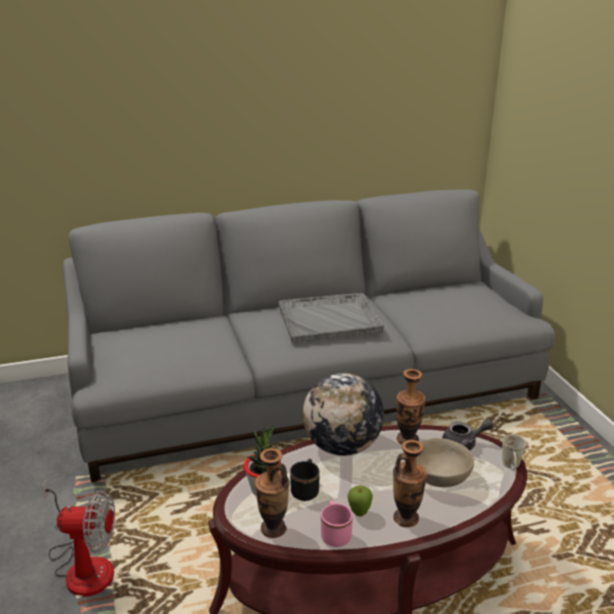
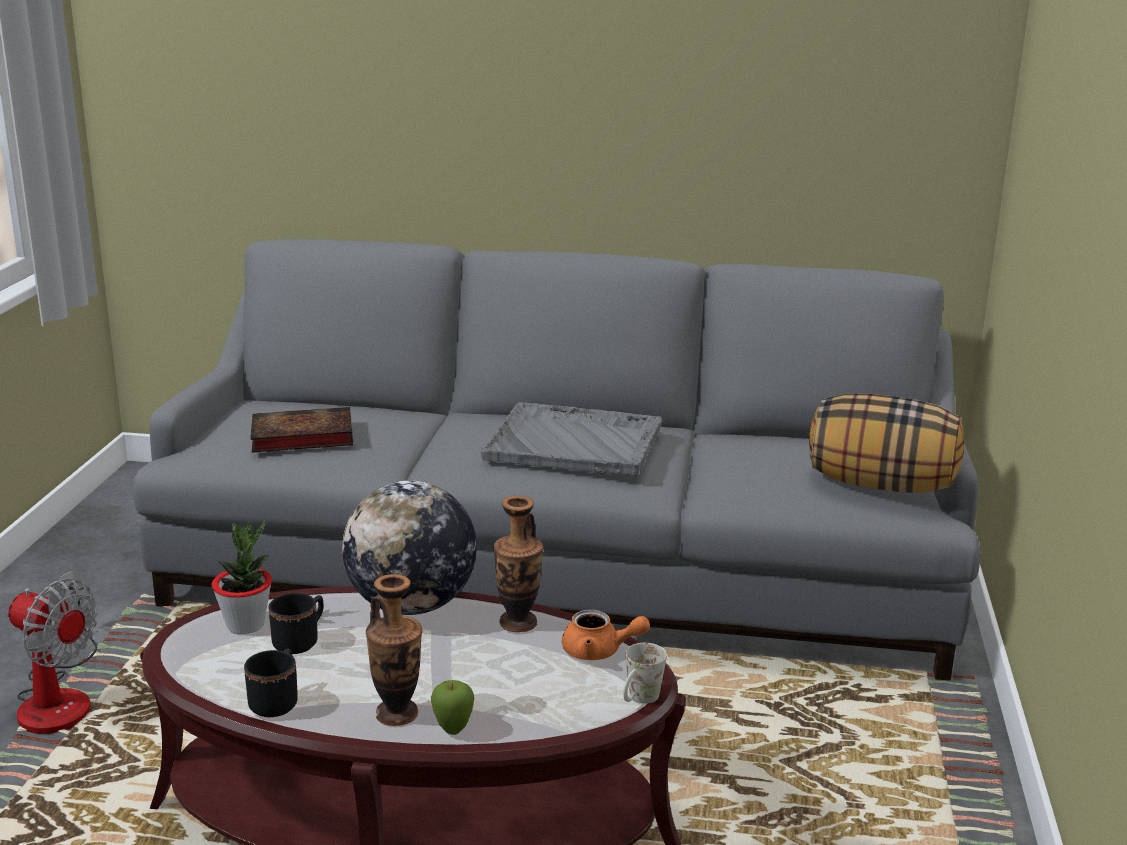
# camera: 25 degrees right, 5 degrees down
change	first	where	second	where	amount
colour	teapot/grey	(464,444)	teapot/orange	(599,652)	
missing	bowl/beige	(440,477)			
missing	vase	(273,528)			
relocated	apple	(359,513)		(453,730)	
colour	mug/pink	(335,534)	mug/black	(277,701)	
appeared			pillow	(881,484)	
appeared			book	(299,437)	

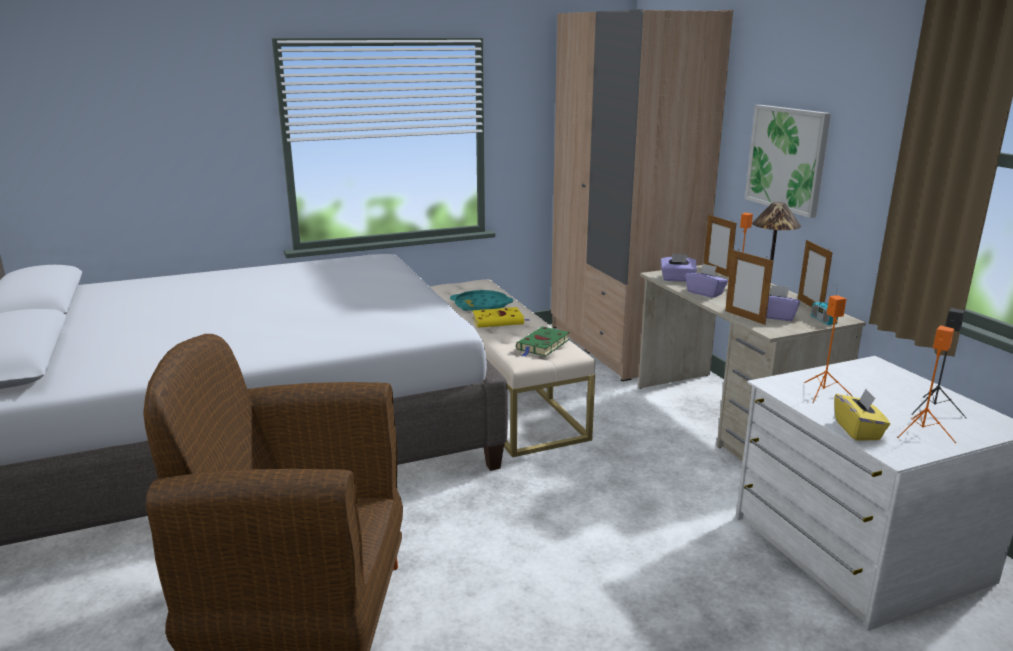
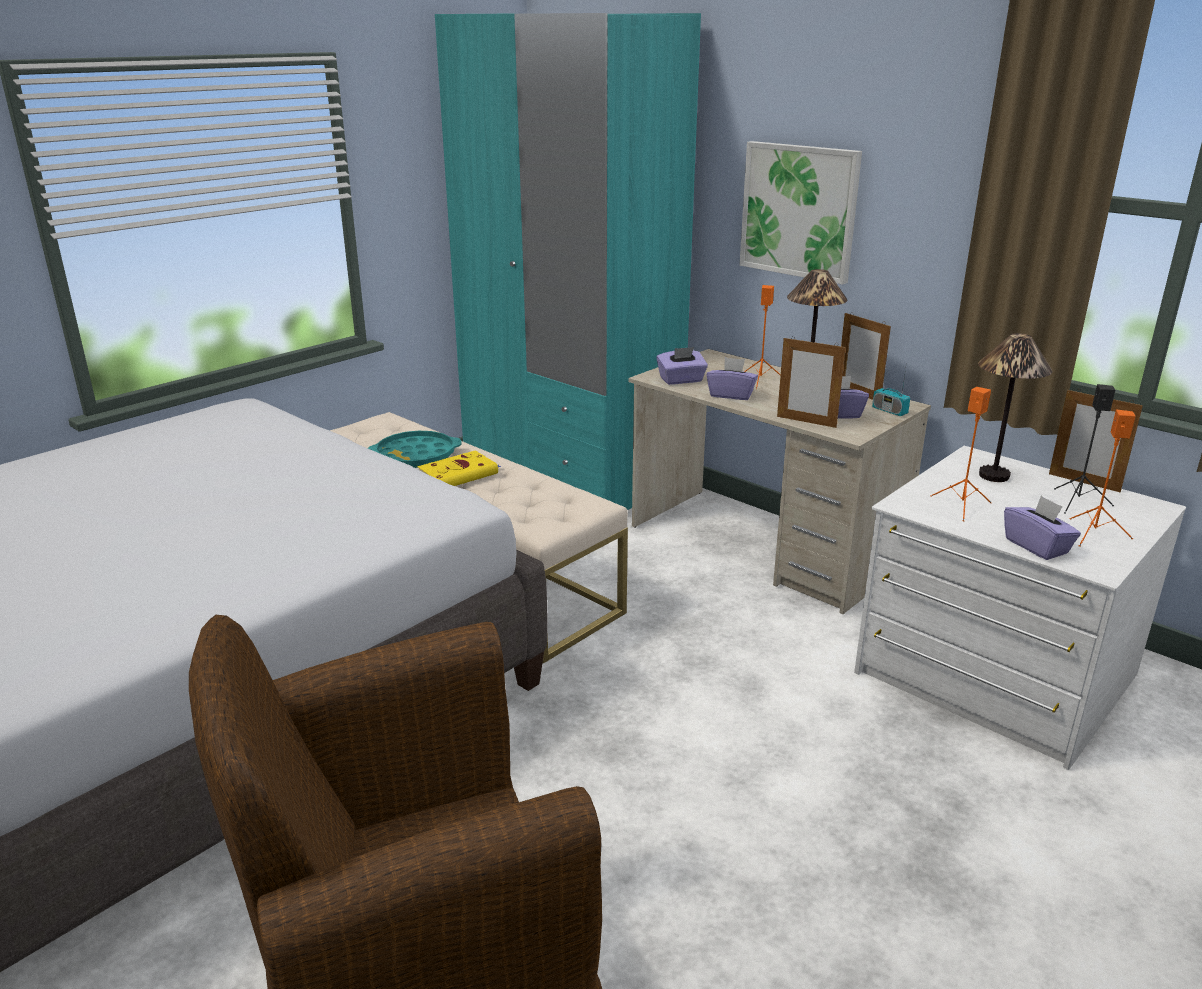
# camera: 25 degrees left, 5 degrees up
change	first	where	second	where	amount
colour	wardrobe/beige	(620,346)	wardrobe/turquoise	(571,473)	
relocated	picture frame	(716,272)		(1084,482)	
missing	book/green	(542,345)			
colour	tissue box/yellow	(858,430)	tissue box/purple	(1037,546)	
appeared			table lamp	(993,476)	

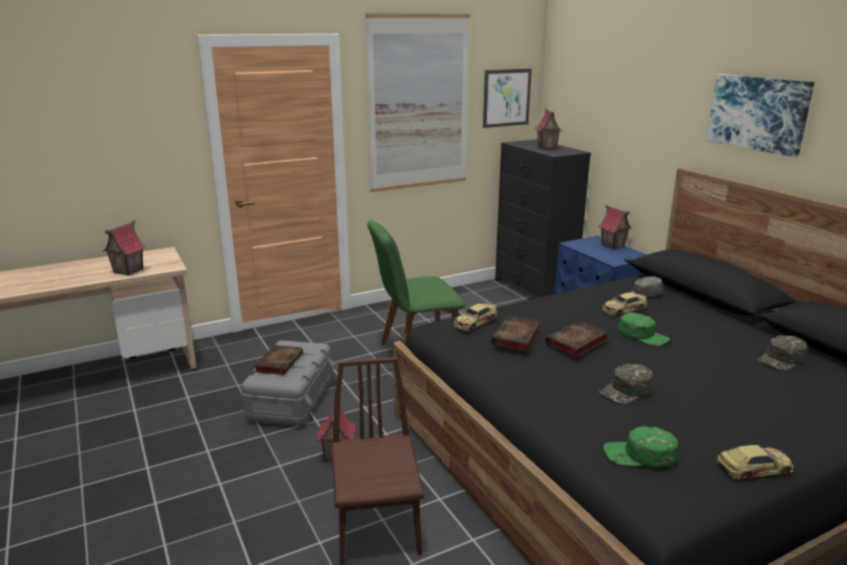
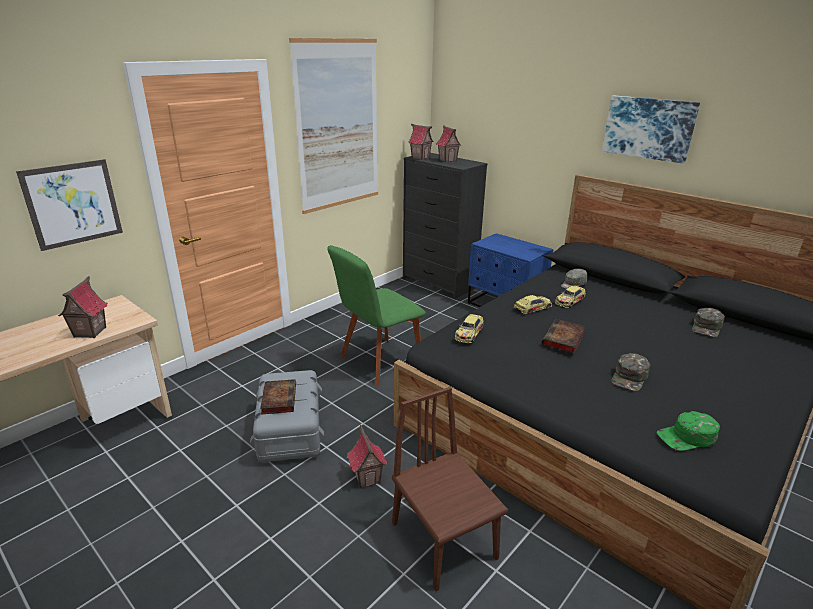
# camera: 20 degrees left, 5 degrees up
change	first	where	second	where	amount
relocated	picture	(506,98)		(73,204)	
relocated	toy house	(613,246)		(420,158)	
missing	cap/green	(643,335)			
missing	book	(516,337)			
relocated	toy car	(754,468)		(532,308)	

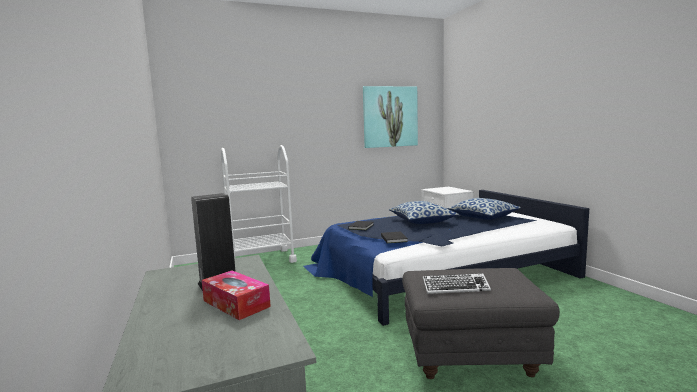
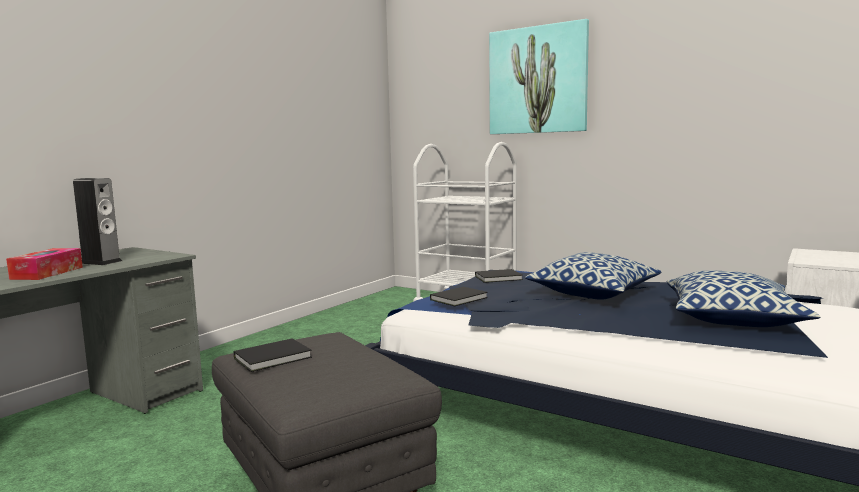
# camera: 55 degrees right, 0 degrees up
change	first	where	second	where	amount
relocated	picture	(390,117)		(538,80)	
exchanged	keyboard	(455,287)	book/black	(275,358)	

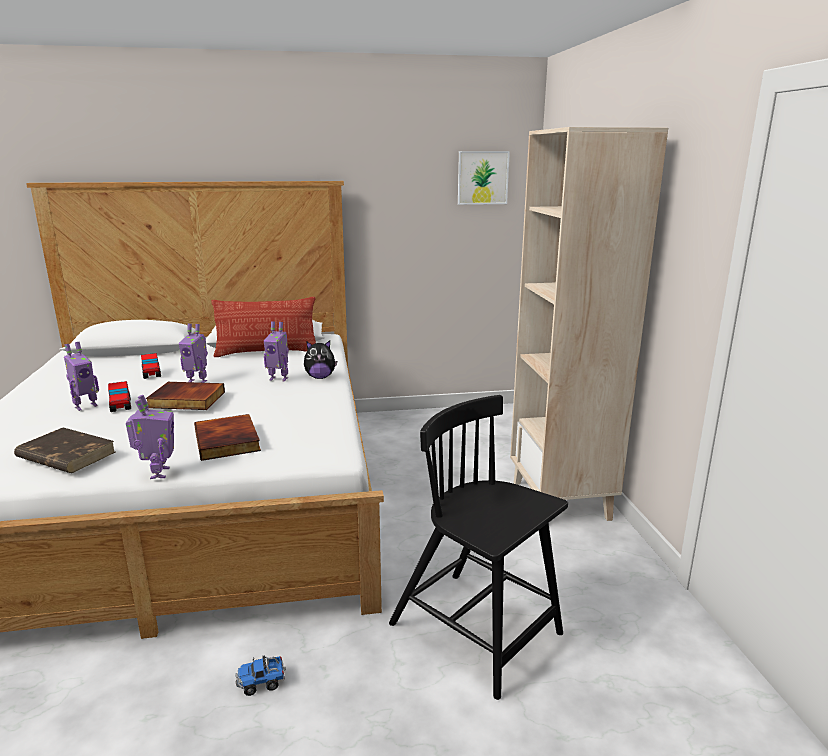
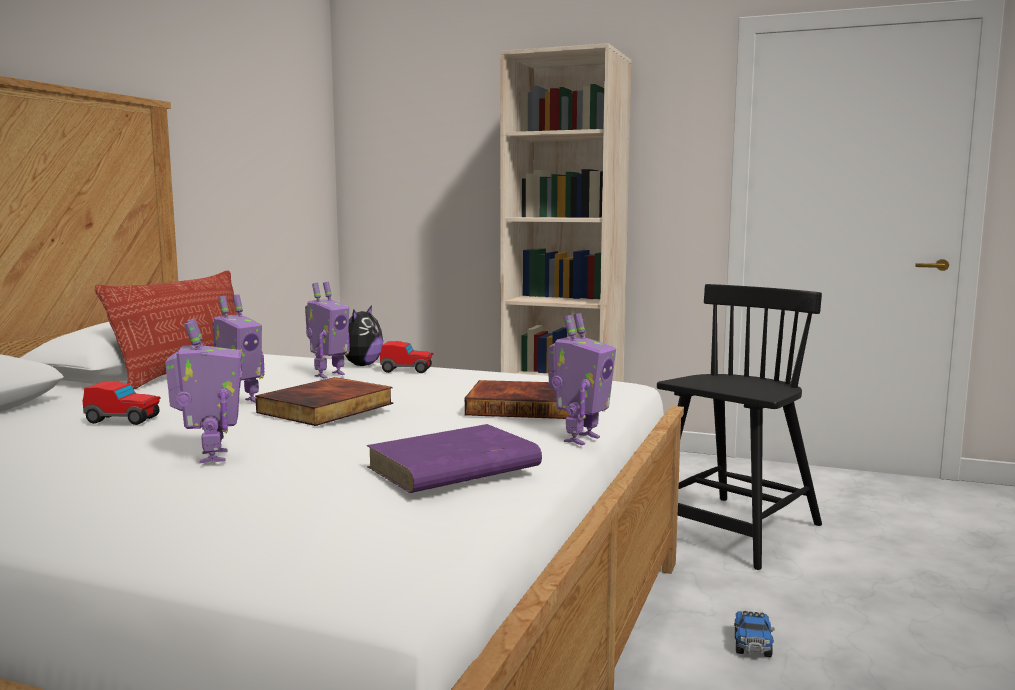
# camera: 60 degrees left, 10 degrees down
change	first	where	second	where	amount
missing	picture	(482,178)			
relocated	toy car	(120,406)		(407,370)	
spun	toy robot	(158,473)		(579,439)	105 degrees clockwise
spun	chair/black	(477,631)		(735,532)	150 degrees clockwise
colour	book/brown	(65,455)	book/purple	(452,467)	

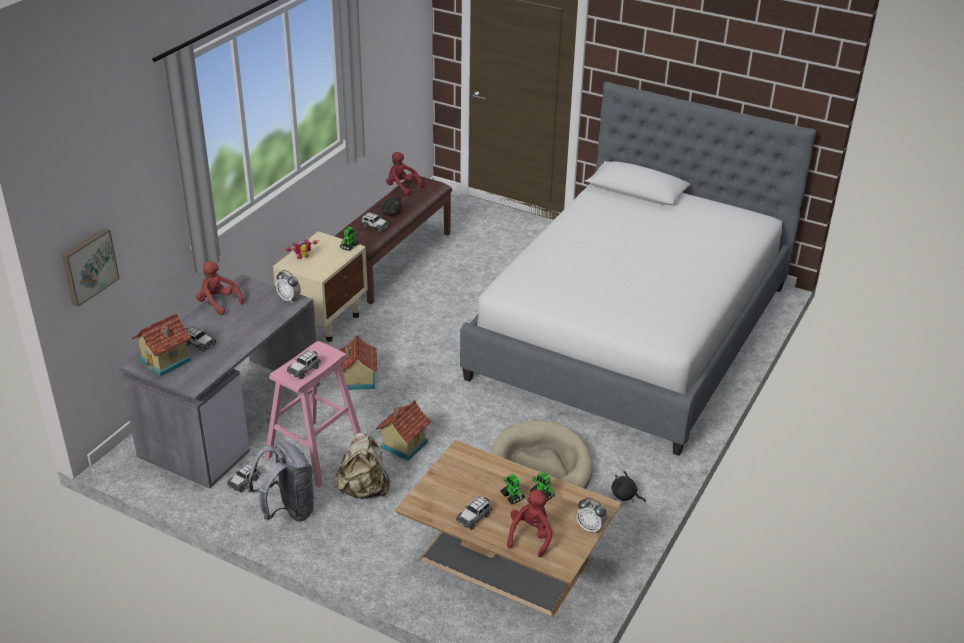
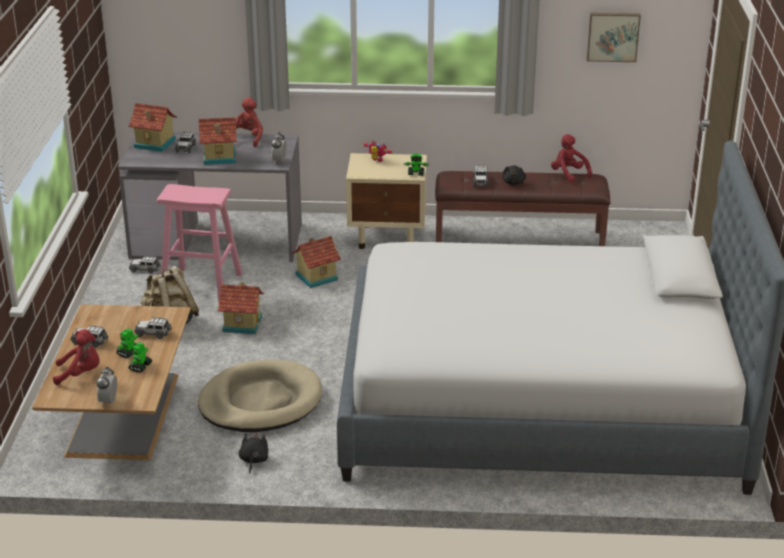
# camera: 65 degrees right, 5 degrees down
change	first	where	second	where	amount
spun	plush toy/red	(402,187)		(568,174)	45 degrees counterclockwise
relocated	picture	(88,266)		(613,36)	
relocated	toy car	(304,370)		(153,333)	
missing	backpack/grey	(287,511)			
appeared			toy house	(220,157)	

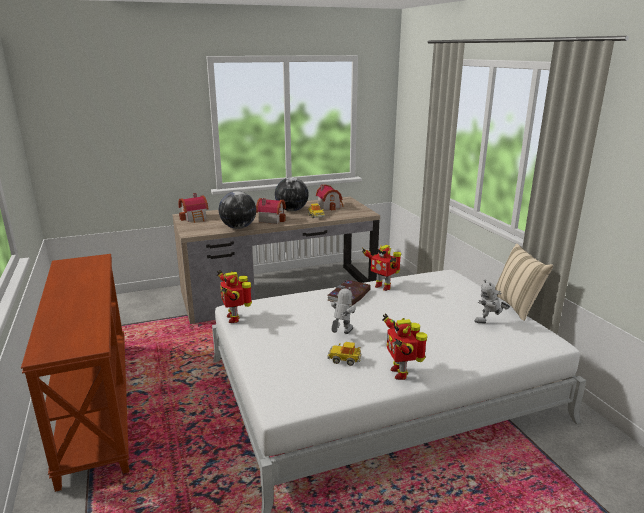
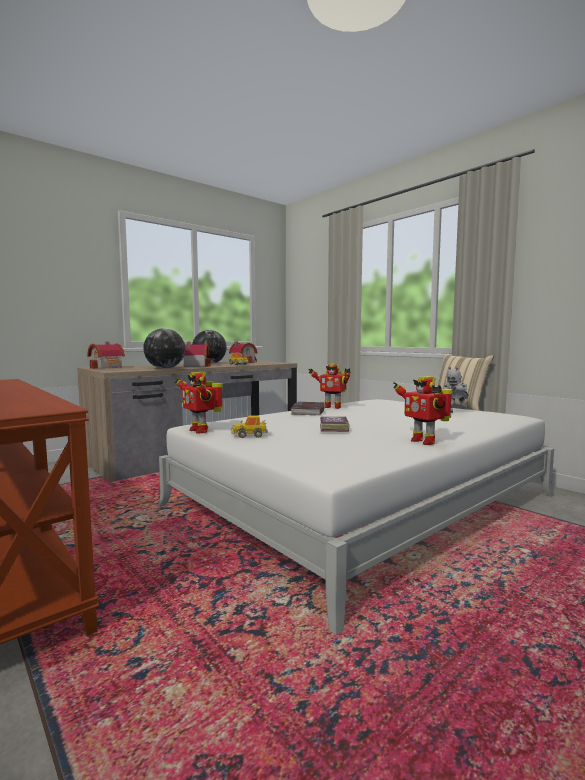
# camera: 20 degrees left, 15 degrees down
change	first	where	second	where	amount
exchanged	toy robot	(341,334)	book	(333,428)	
relocated	toy car	(344,359)		(249,435)	

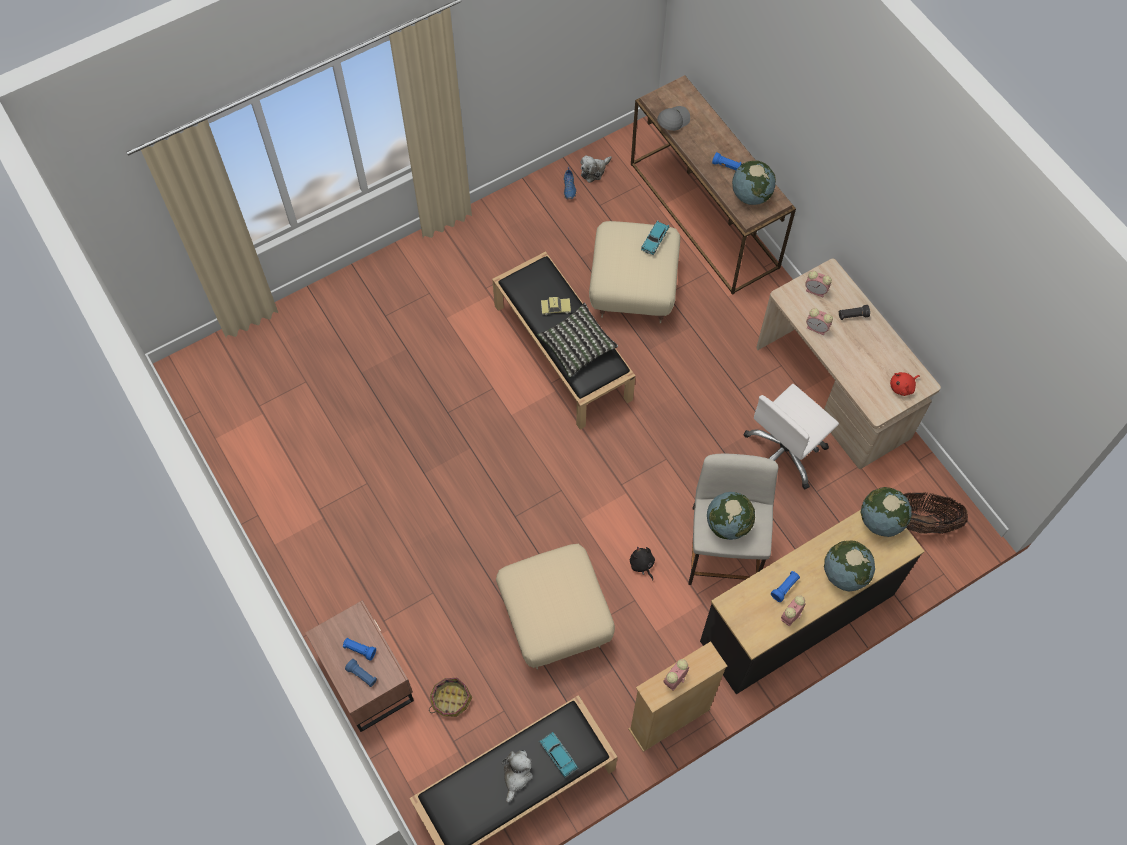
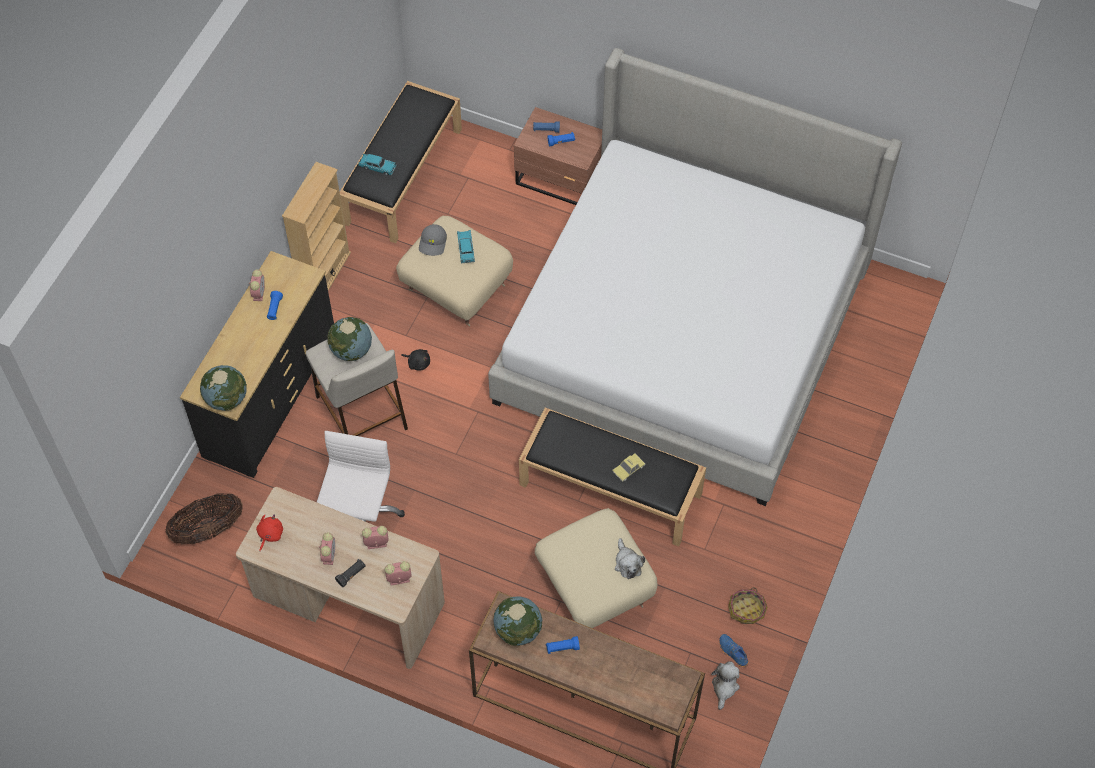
# camera: 145 degrees right, 5 degrees down
change	first	where	second	where	amount
relocated	cap/grey	(673,120)		(433,243)	
relocated	toy car/turquoise	(655,240)		(466,249)	
missing	pillow	(577,346)			
missing	globe	(844,574)			
relocated	alarm clock	(675,680)		(329,555)	
relocated	basket	(450,699)		(747,609)	
relocated	plush toy	(517,775)		(627,563)	
appeared			bed	(684,331)	

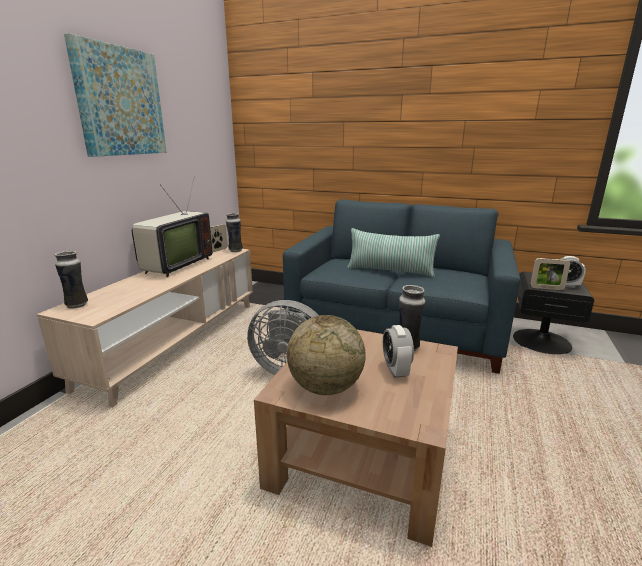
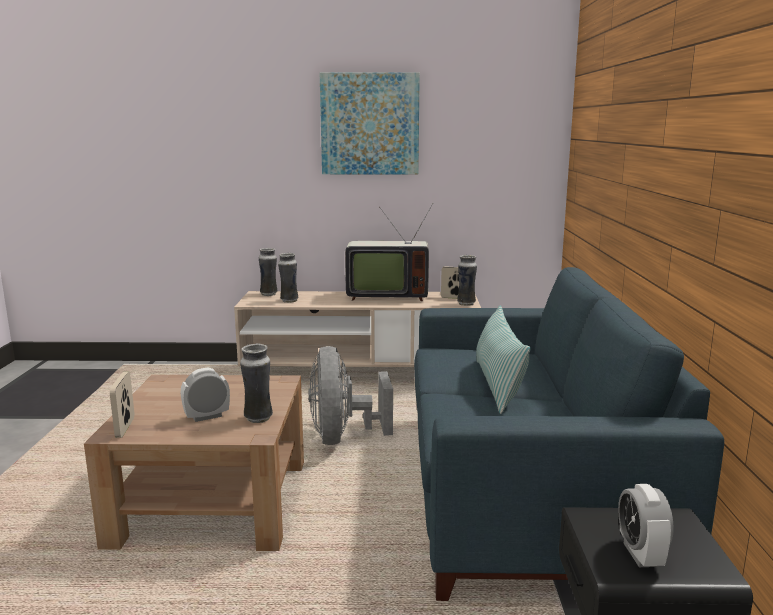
# camera: 70 degrees right, 5 degrees down
change	first	where	second	where	amount
relocated	picture frame	(546,288)		(125,427)	
missing	globe	(325,387)			
appeared			vase	(289,301)	

